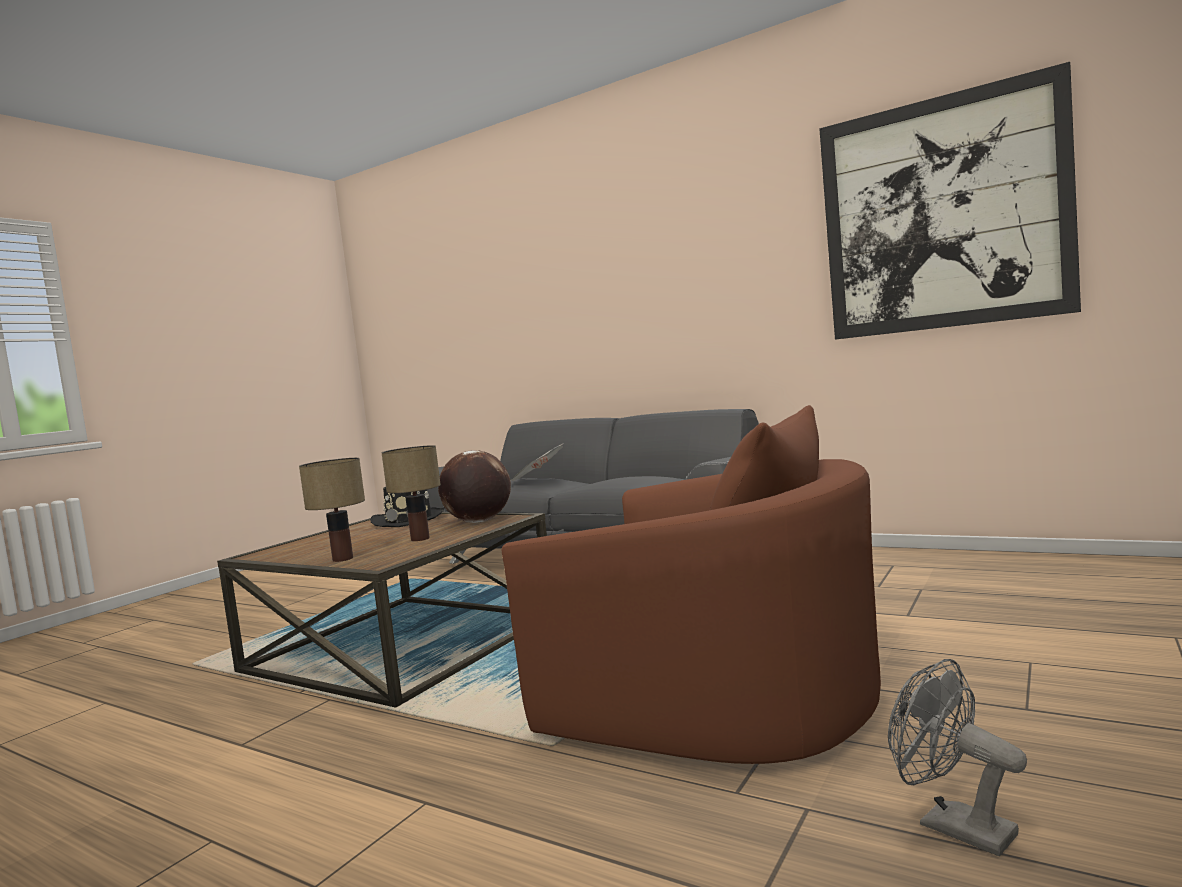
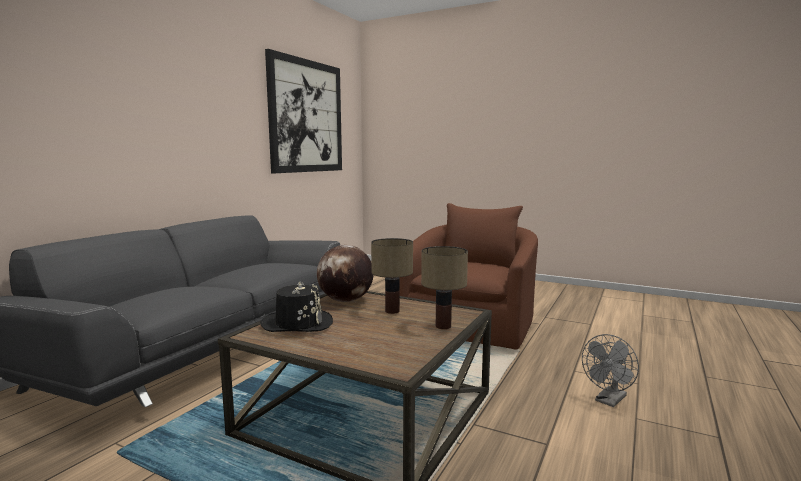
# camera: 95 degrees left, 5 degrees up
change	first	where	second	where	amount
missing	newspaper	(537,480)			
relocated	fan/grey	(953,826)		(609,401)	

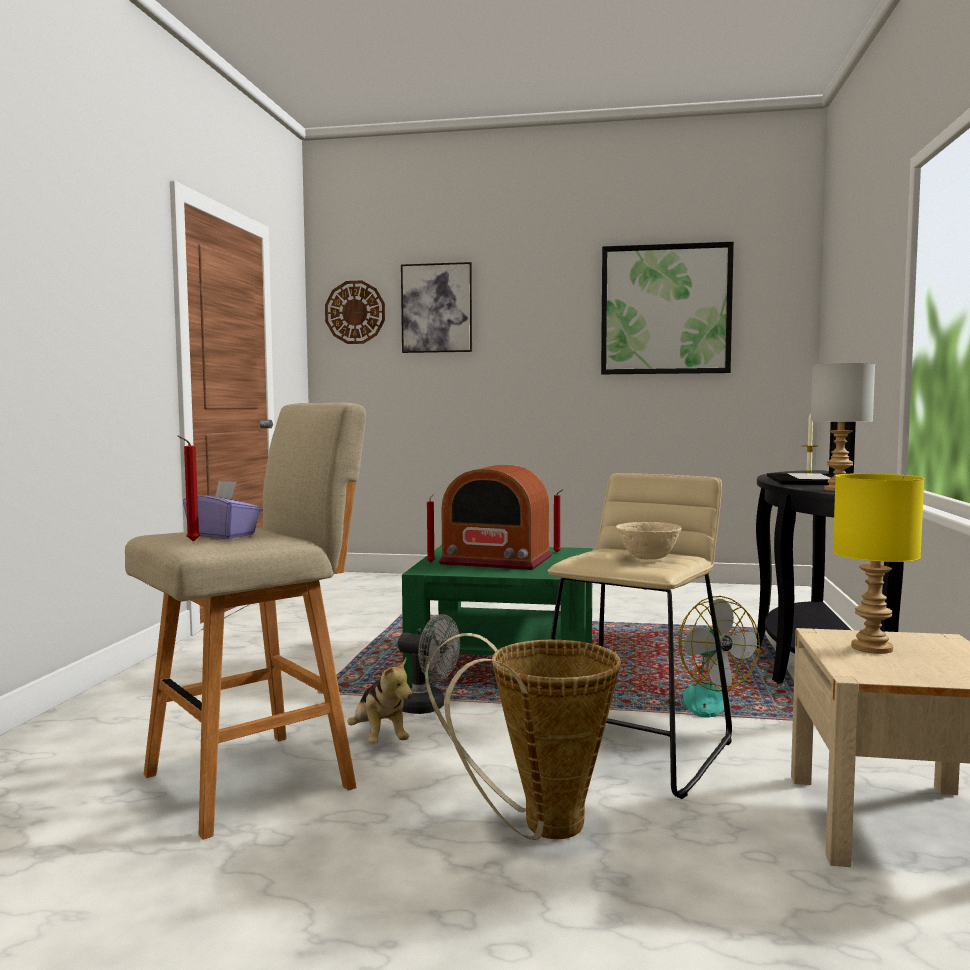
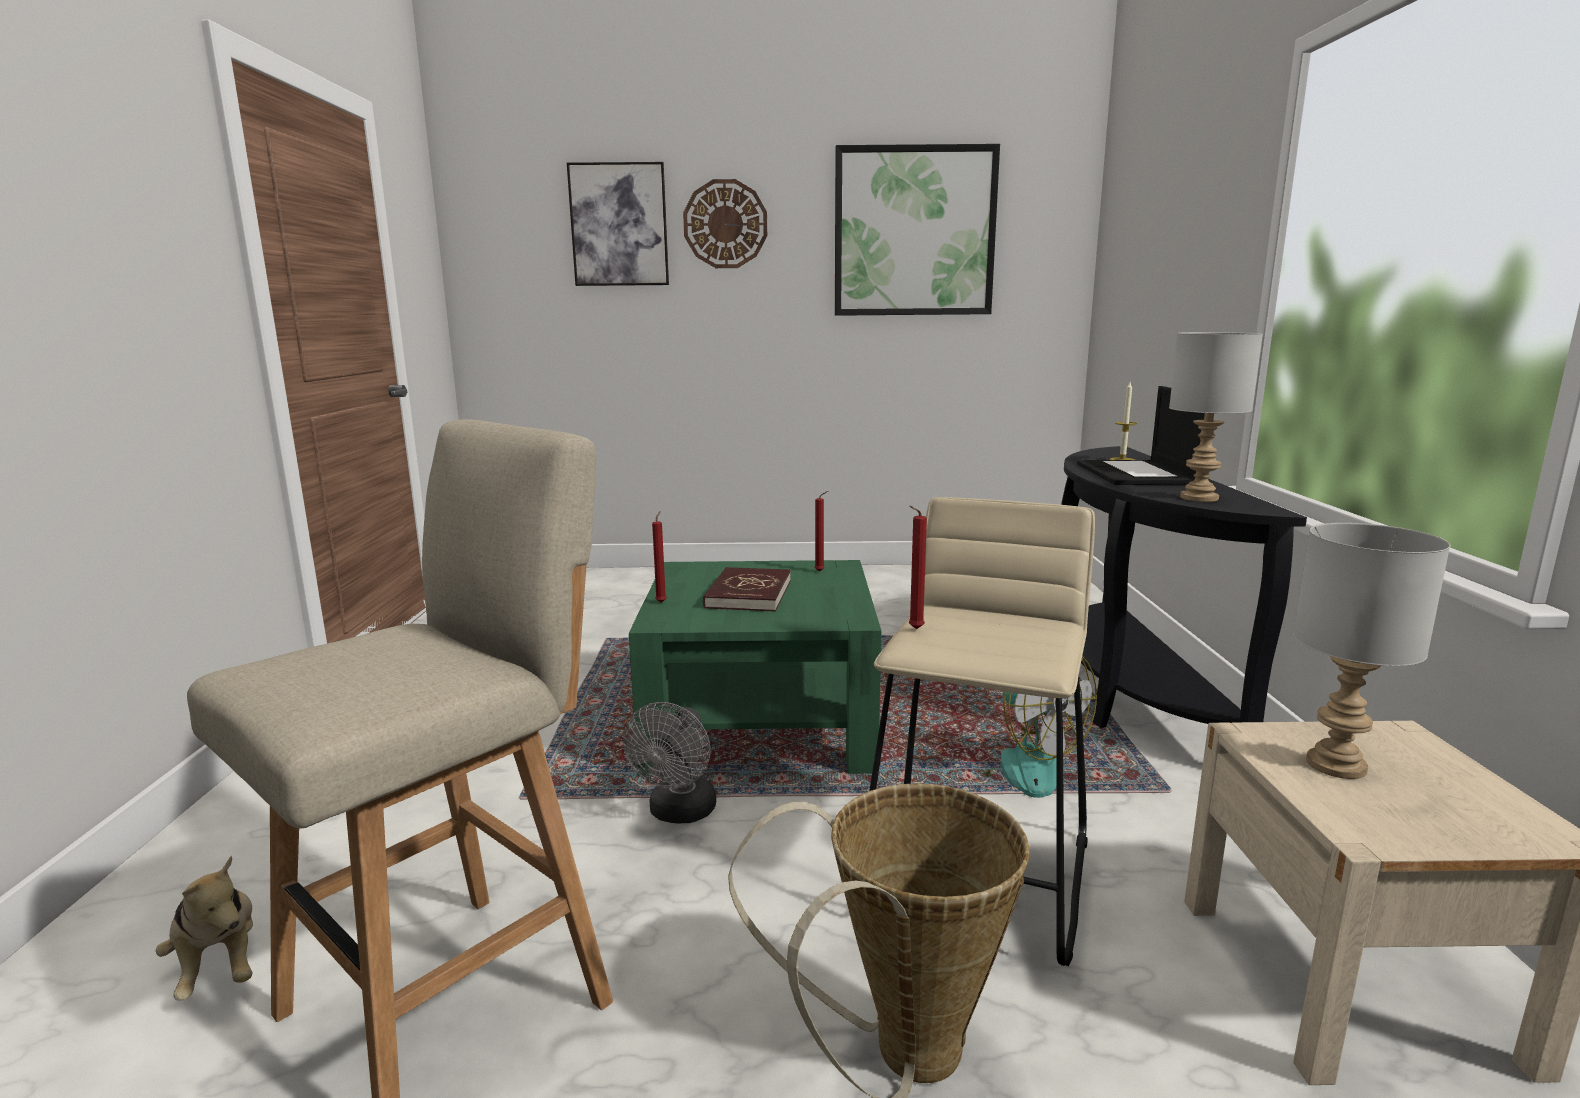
# camera: 10 degrees left, 10 degrees up
change	first	where	second	where	amount
relocated	wall clock	(355,312)		(725,224)	
relocated	candle/red	(191,541)		(914,629)	
exchanged	radio	(496,560)	book/red	(748,594)	
colour	table lamp/yellow	(870,648)	table lamp/grey	(1334,765)	
missing	tissue box/purple	(223,535)			
missing	bowl/beige	(647,558)			
spun	fan/grey	(427,707)		(679,813)	90 degrees clockwise
relocated	plush toy	(379,739)		(219,966)	

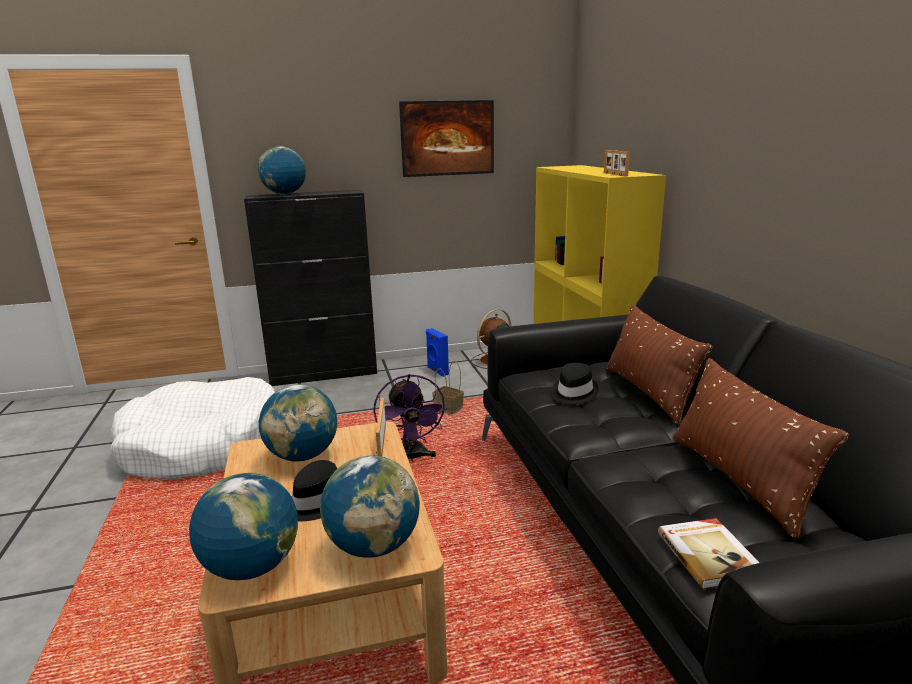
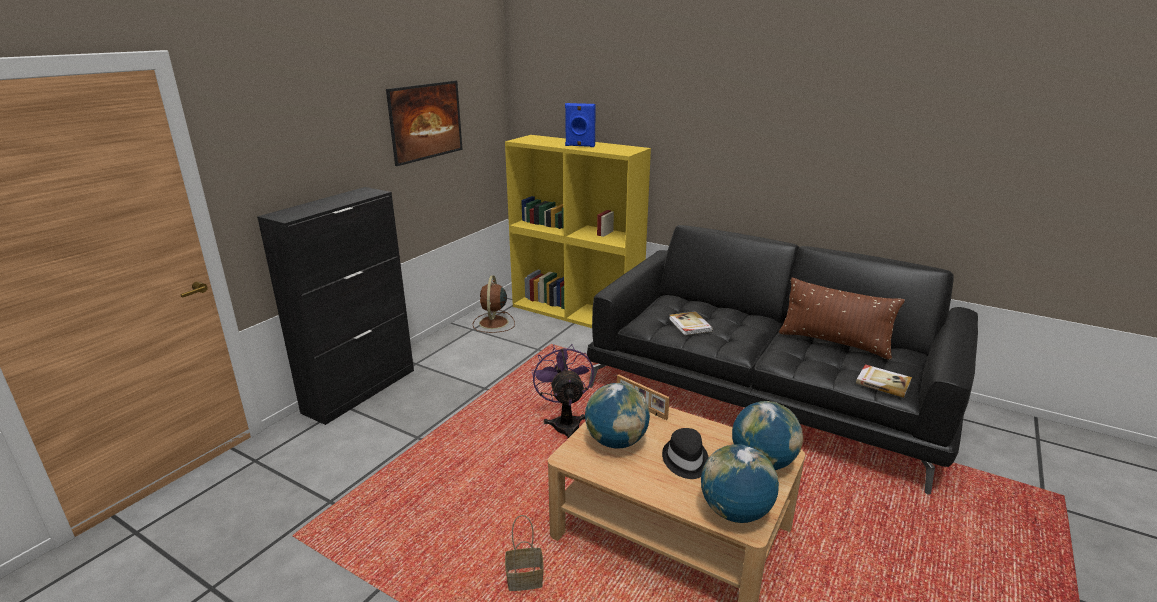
# camera: 45 degrees left, 5 degrees up
change	first	where	second	where	amount
missing	globe	(284,194)			
missing	picture frame	(614,174)			
missing	pillow/brown	(648,393)			
relocated	speaker/blue	(437,371)		(580,146)	
relocated	basket	(449,409)		(526,579)	
exchanged	hat/black	(573,393)	book	(689,325)	
spun	fan/purple	(411,457)		(565,423)	135 degrees counterclockwise
missing	dog bed/white	(205,446)			

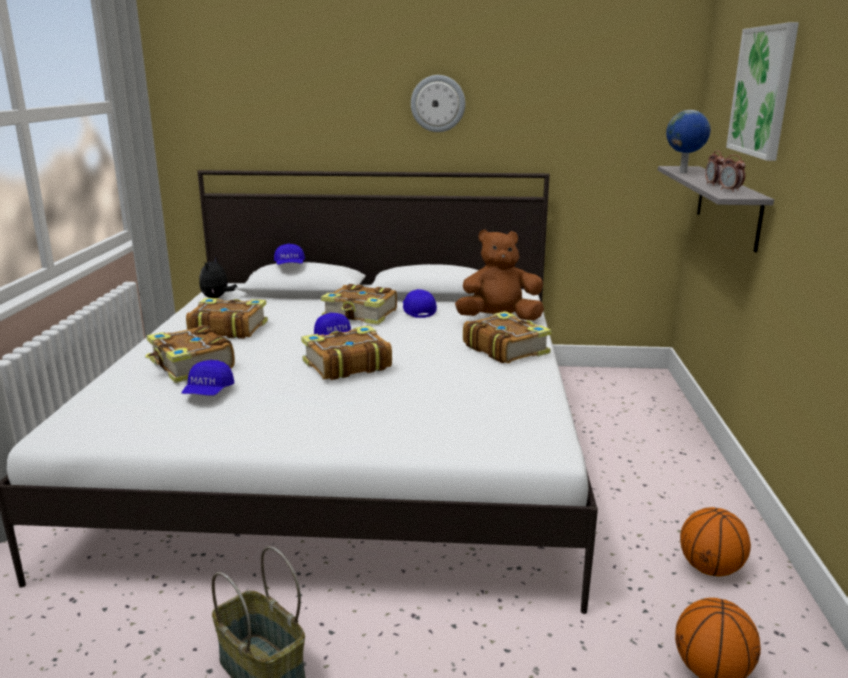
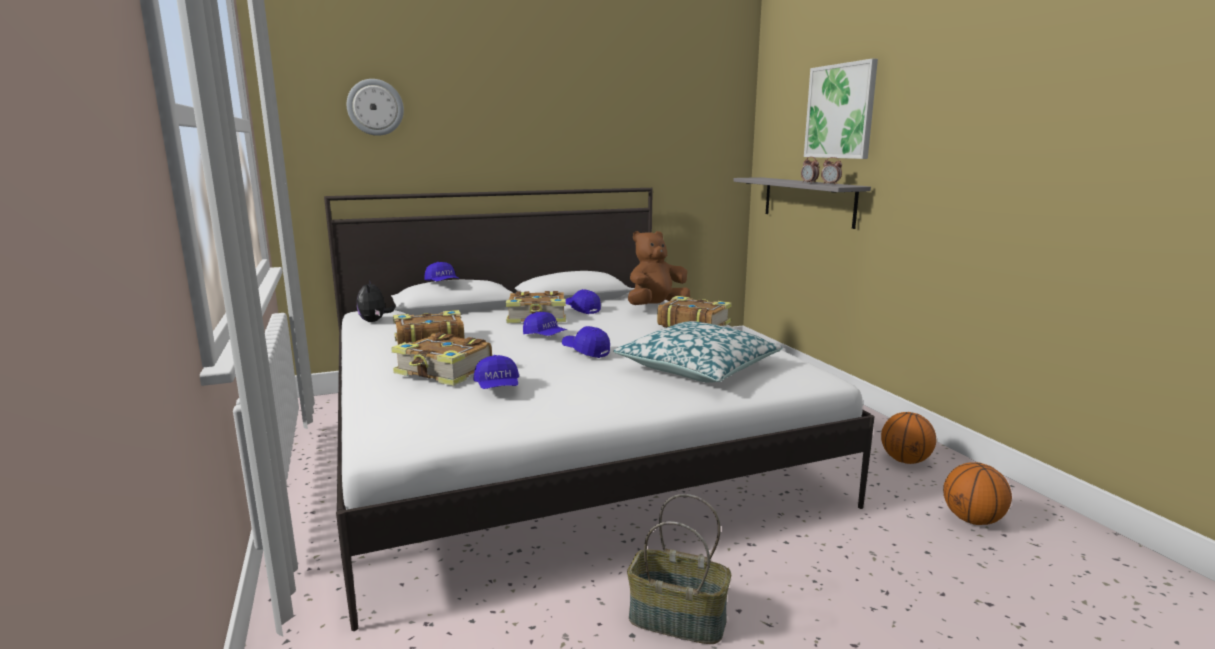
# camera: 25 degrees left, 5 degrees down
change	first	where	second	where	amount
relocated	wall clock	(438,103)		(375,107)	
missing	globe	(683,172)			
exchanged	book	(346,365)	cap/blue	(586,351)	
appeared			pillow	(698,368)	

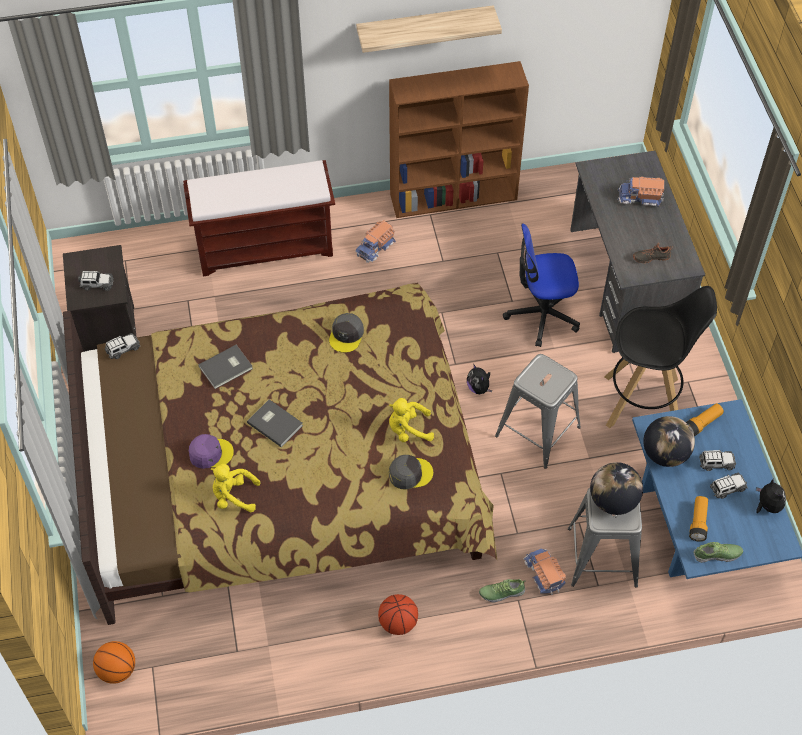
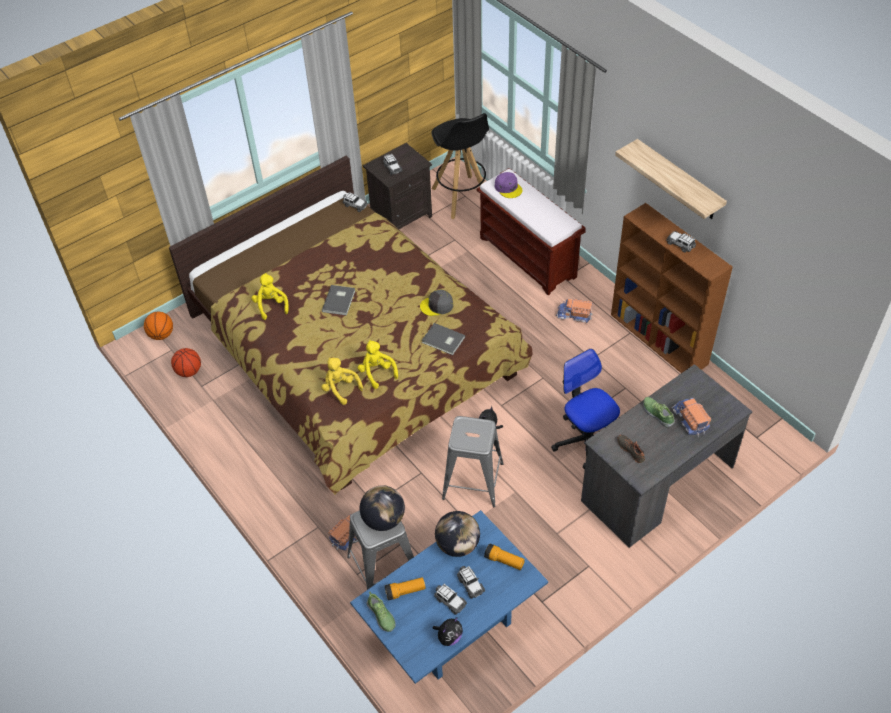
# camera: 65 degrees right, 5 degrees down
change	first	where	second	where	amount
relocated	stool/black	(643,402)		(462,197)	
relocated	book/grey	(227,368)		(443,341)	
relocated	cap/purple	(210,453)		(508,188)	
exchanged	cap/grey	(410,473)	plush toy/yellow	(340,389)	
relocated	shoe	(501,592)		(658,414)	
relocated	basketball	(398,622)		(189,371)	
appeared			toy car	(680,245)	

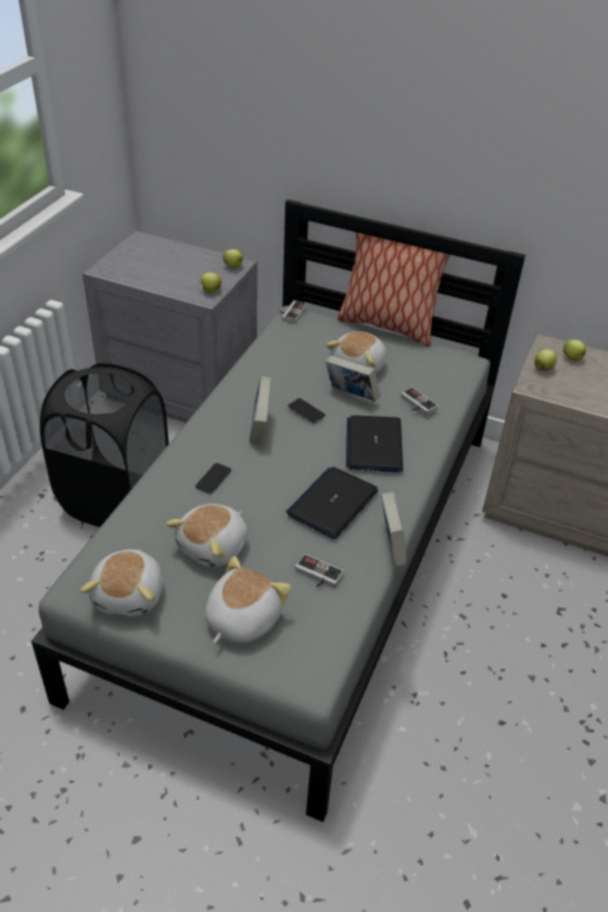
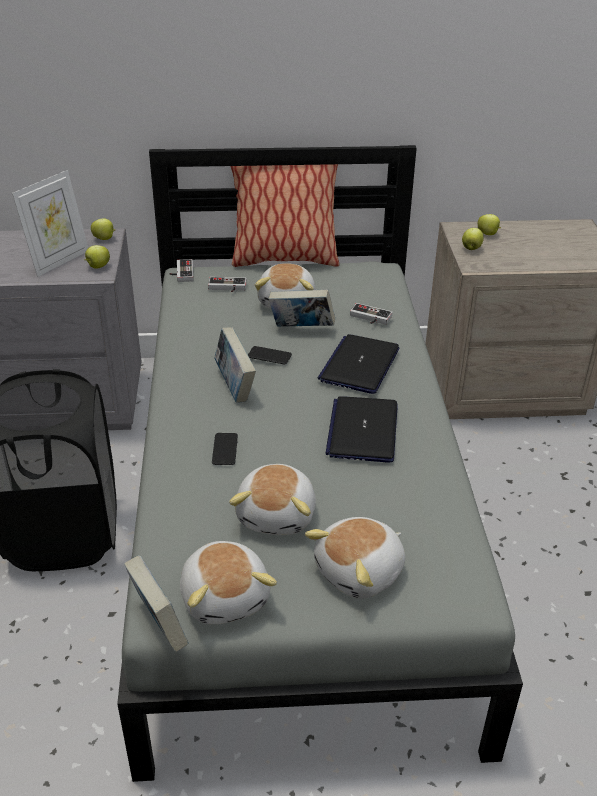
# camera: 25 degrees left, 5 degrees down
change	first	where	second	where	amount
spun	laptop	(374,445)		(359,365)	45 degrees clockwise
relocated	book	(391,546)		(159,625)	
relocated	game controller	(316,576)		(227,288)	
spun	plush toy	(241,619)		(361,572)	135 degrees counterclockwise
appeared			picture frame	(59,261)	

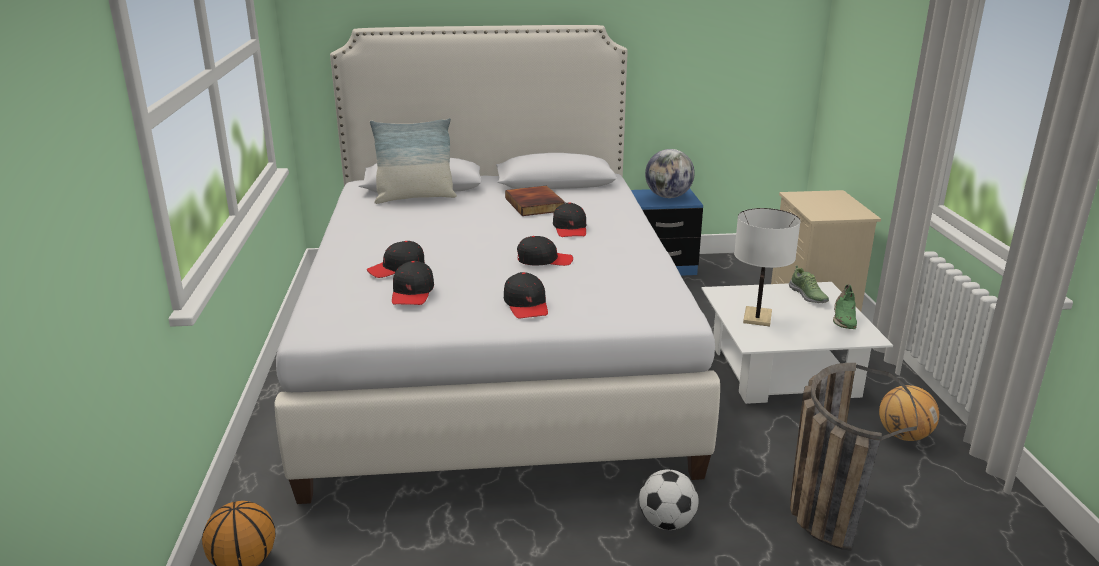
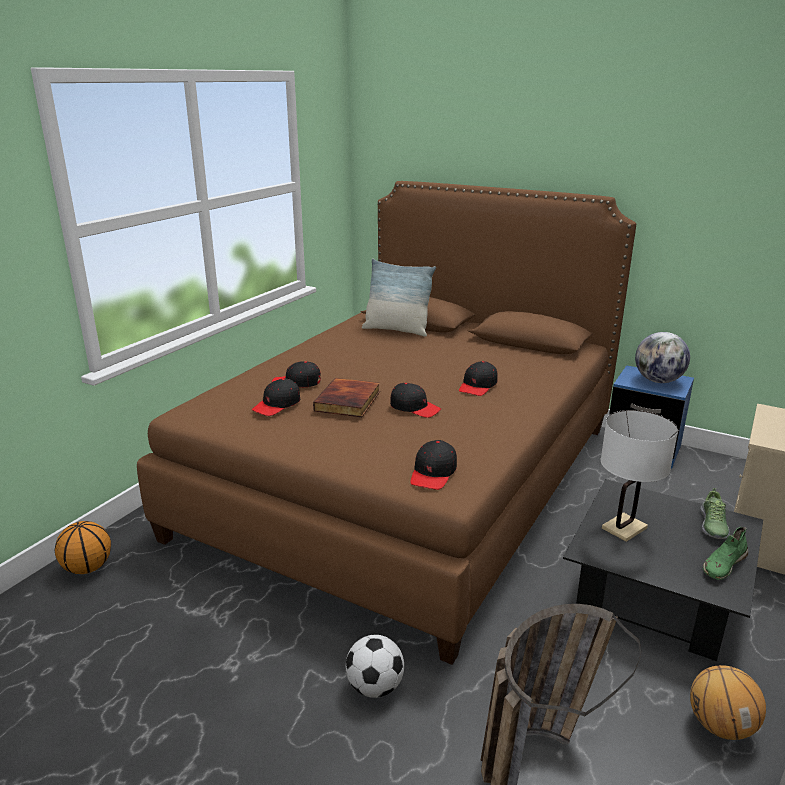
# camera: 35 degrees right, 0 degrees up
change	first	where	second	where	amount
colour	bed/white	(493,351)	bed/brown	(408,478)	
relocated	book	(536,204)		(349,401)	
relocated	cap/black	(526,305)		(433,473)	
colour	coffee table/white	(783,370)	coffee table/black	(655,595)	

